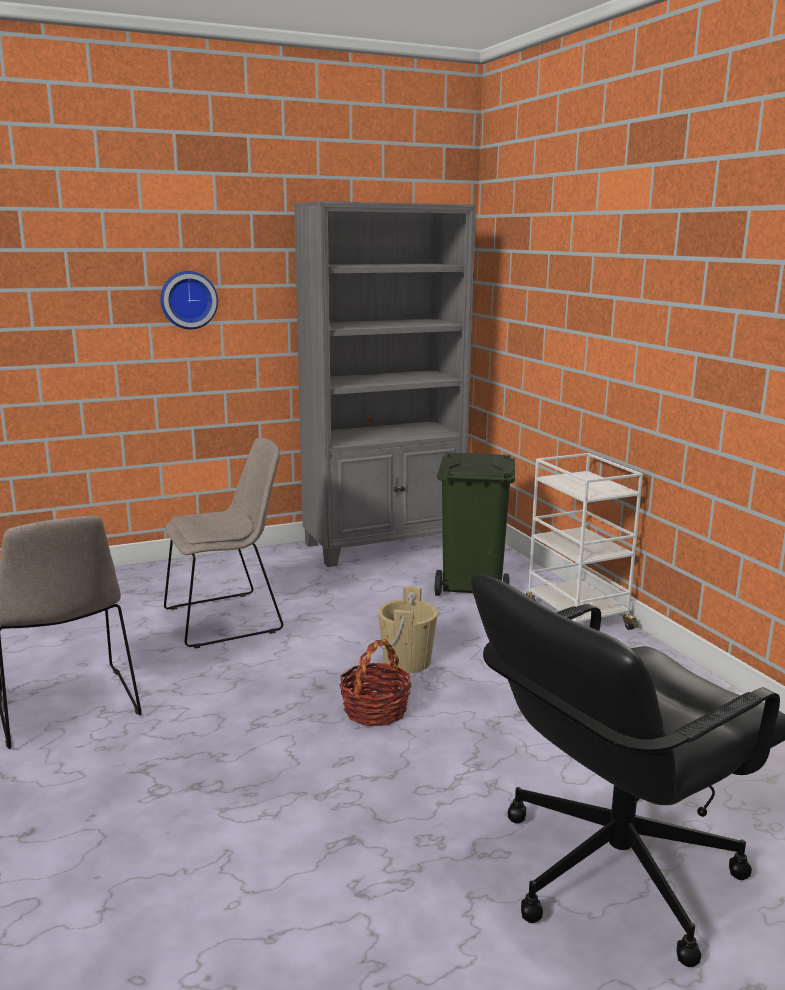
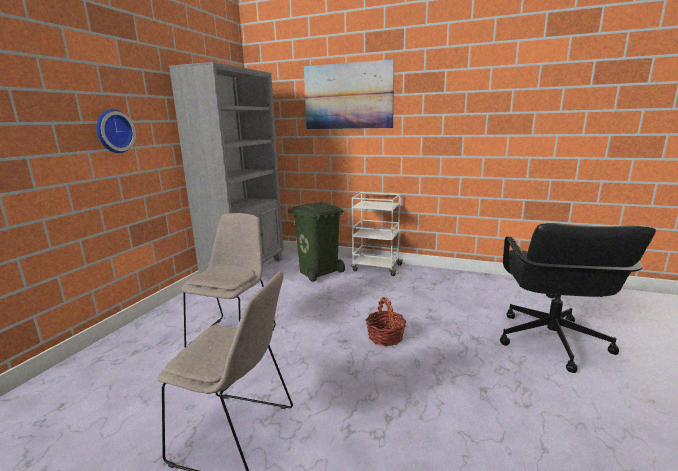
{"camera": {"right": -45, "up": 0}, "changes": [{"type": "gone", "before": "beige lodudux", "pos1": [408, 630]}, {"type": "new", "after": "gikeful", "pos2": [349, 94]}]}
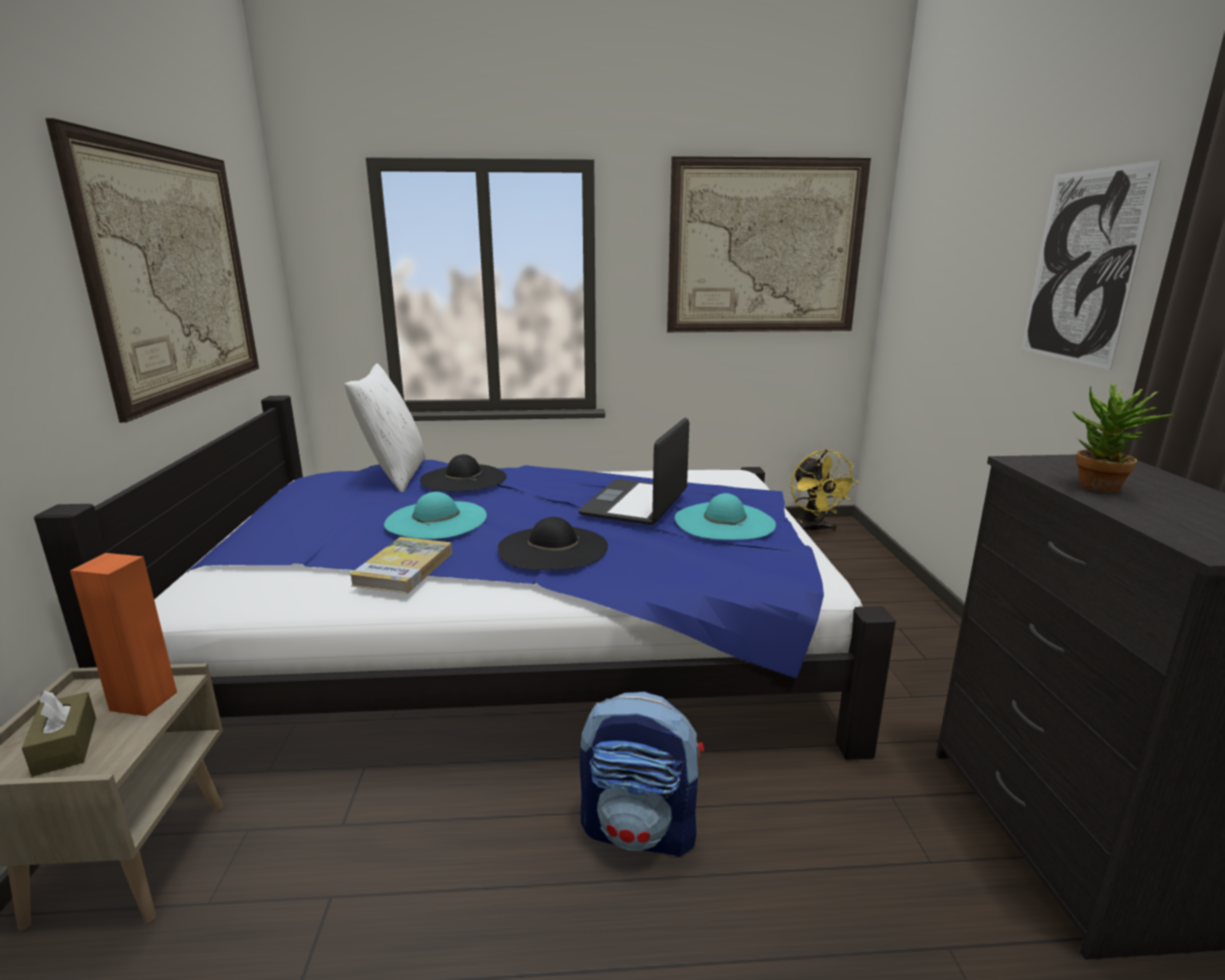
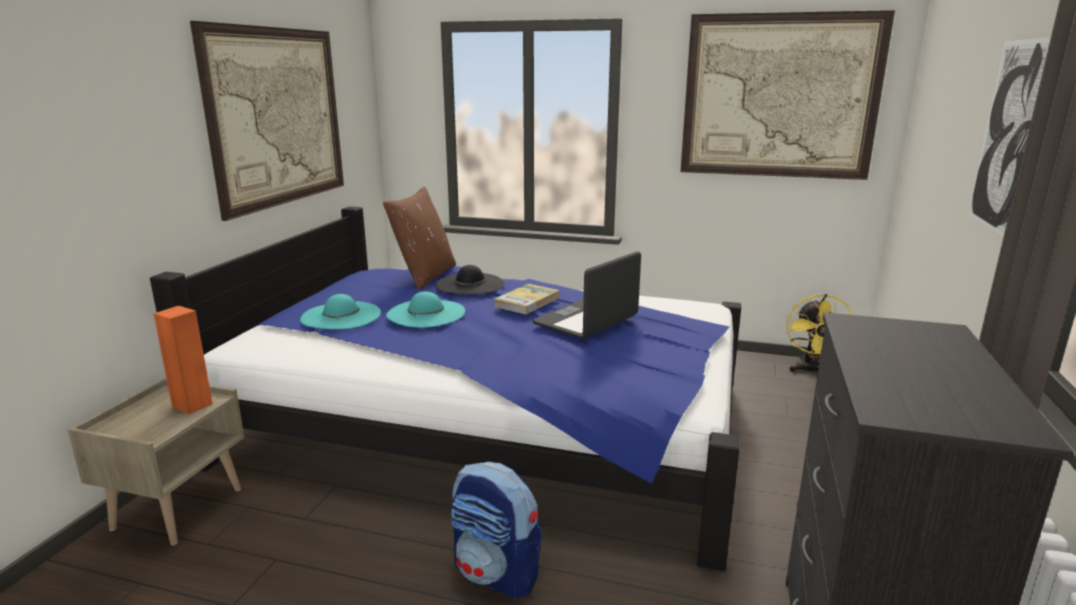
{"camera": {"right": 20, "up": 0}, "changes": [{"type": "gone", "before": "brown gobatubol", "pos1": [59, 733]}, {"type": "repainted", "before": "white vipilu", "after": "brown vipilu", "pos1": [385, 427], "pos2": [419, 238]}, {"type": "shifted", "before": "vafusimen", "pos1": [400, 565], "pos2": [526, 299]}, {"type": "gone", "before": "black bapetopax", "pos1": [553, 543]}, {"type": "shifted", "before": "turquoise bapetopax", "pos1": [725, 516], "pos2": [340, 312]}, {"type": "gone", "before": "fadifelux", "pos1": [1123, 437]}]}
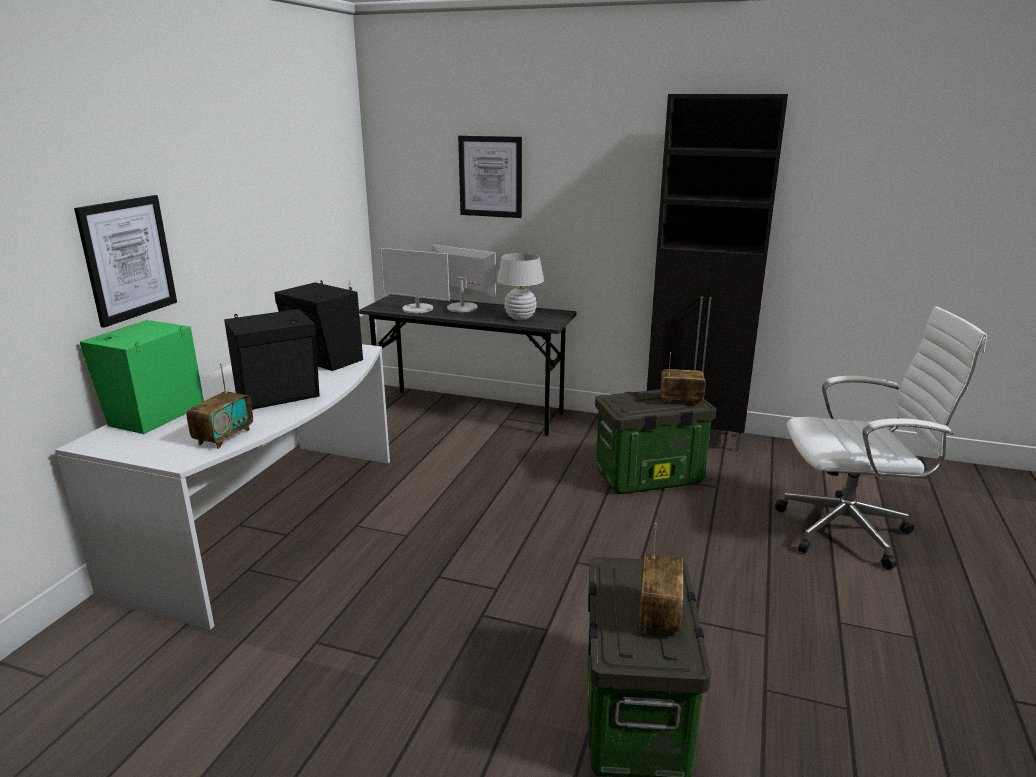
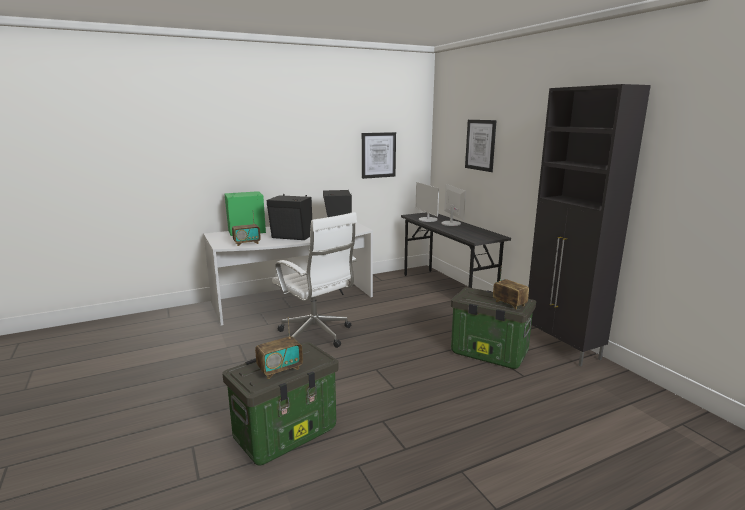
{"camera": {"right": 45, "up": -5}, "changes": [{"type": "shifted", "before": "gikeful", "pos1": [125, 261], "pos2": [379, 155]}, {"type": "gone", "before": "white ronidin", "pos1": [520, 286]}, {"type": "shifted", "before": "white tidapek", "pos1": [881, 437], "pos2": [314, 280]}]}
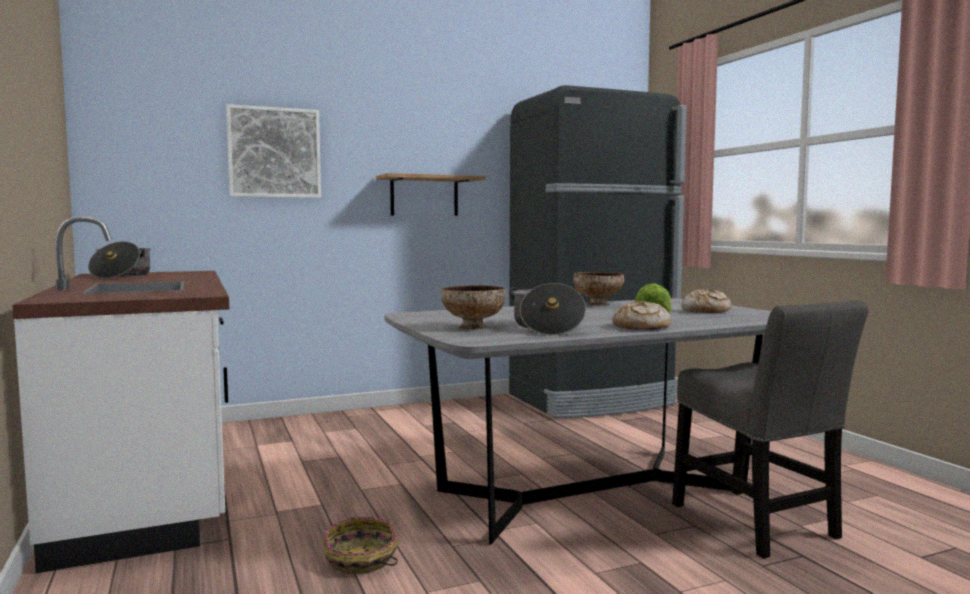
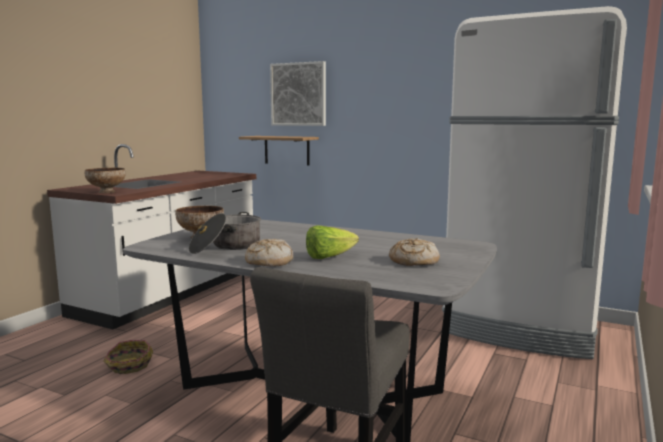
{"camera": {"right": 50, "up": 5}, "changes": [{"type": "gone", "before": "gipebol", "pos1": [119, 260]}, {"type": "shifted", "before": "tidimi", "pos1": [431, 194], "pos2": [279, 151]}, {"type": "repainted", "before": "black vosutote", "after": "white vosutote", "pos1": [598, 252], "pos2": [534, 182]}, {"type": "shifted", "before": "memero", "pos1": [598, 289], "pos2": [105, 180]}]}
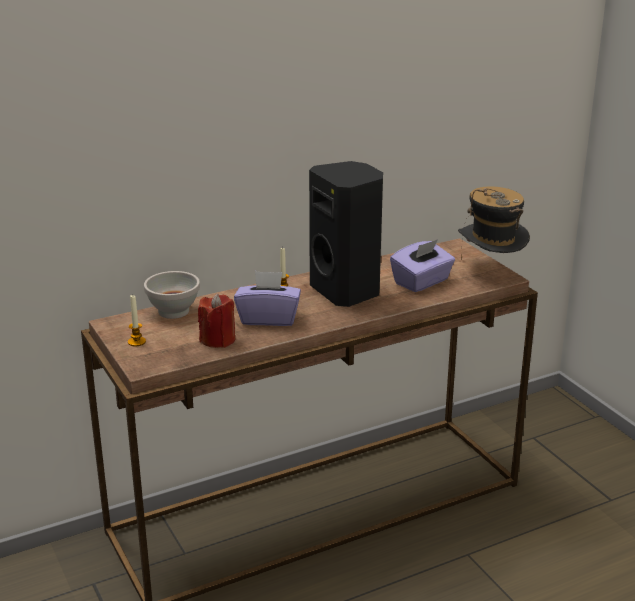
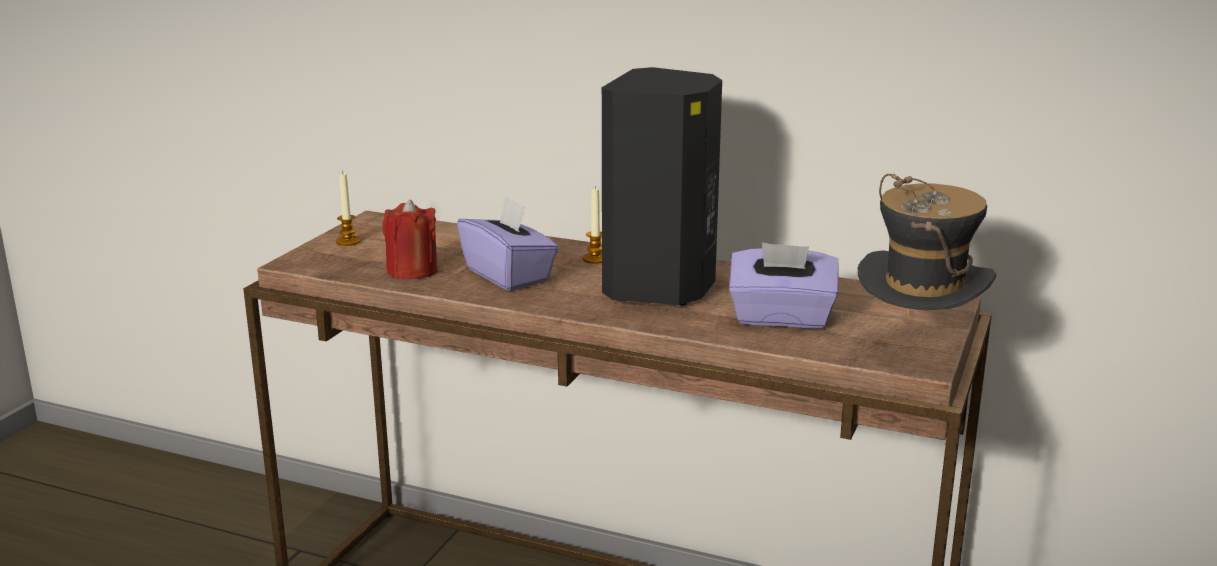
{"camera": {"right": 50, "up": -5}, "changes": [{"type": "gone", "before": "white memero", "pos1": [172, 295]}]}
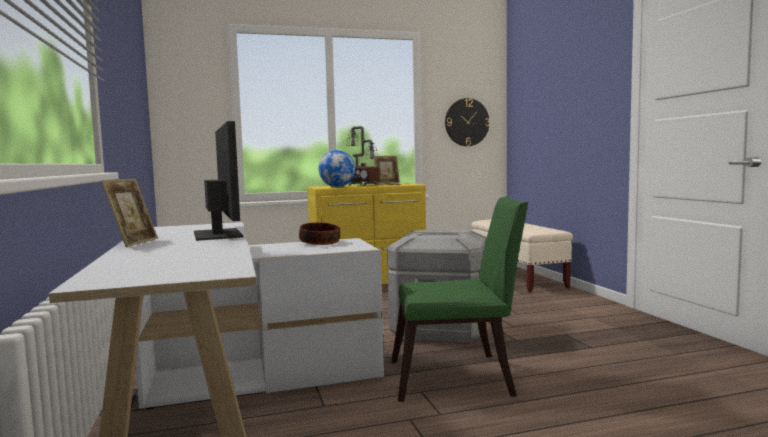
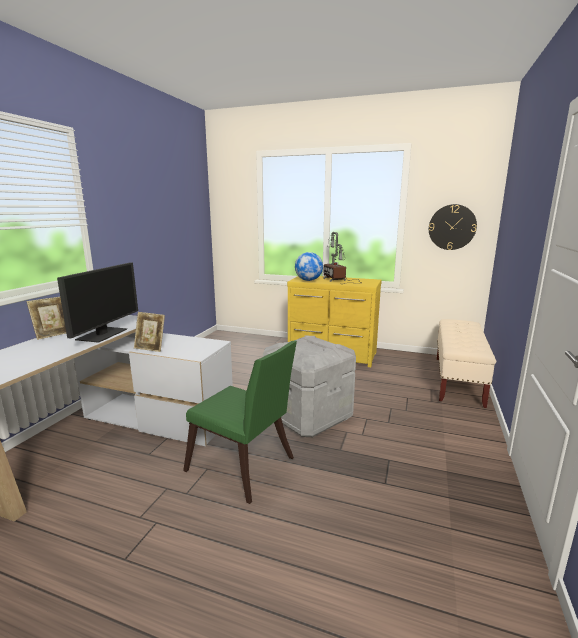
{"camera": {"right": 35, "up": 10}, "changes": [{"type": "gone", "before": "memero", "pos1": [319, 234]}, {"type": "shifted", "before": "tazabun", "pos1": [387, 170], "pos2": [149, 332]}]}
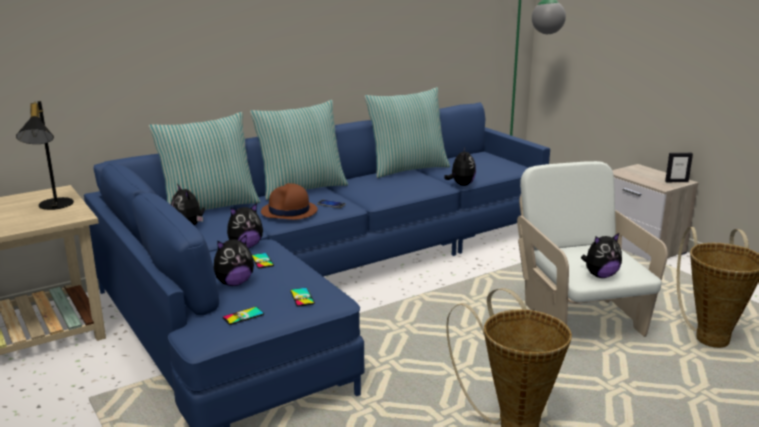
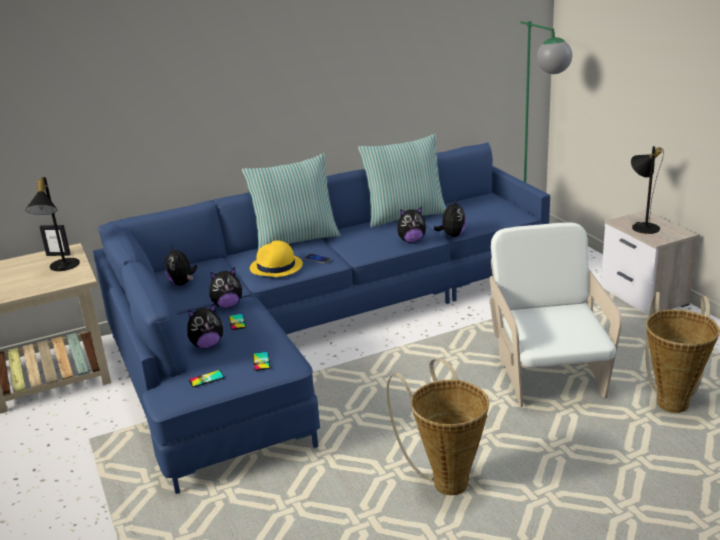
{"camera": {"right": 10, "up": 5}, "changes": [{"type": "gone", "before": "vipilu", "pos1": [204, 161]}, {"type": "repainted", "before": "brown bapetopax", "after": "yellow bapetopax", "pos1": [289, 201], "pos2": [276, 258]}, {"type": "shifted", "before": "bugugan", "pos1": [601, 255], "pos2": [411, 225]}, {"type": "shifted", "before": "tazabun", "pos1": [679, 167], "pos2": [55, 240]}, {"type": "new", "after": "black ronidin", "pos2": [647, 190]}]}
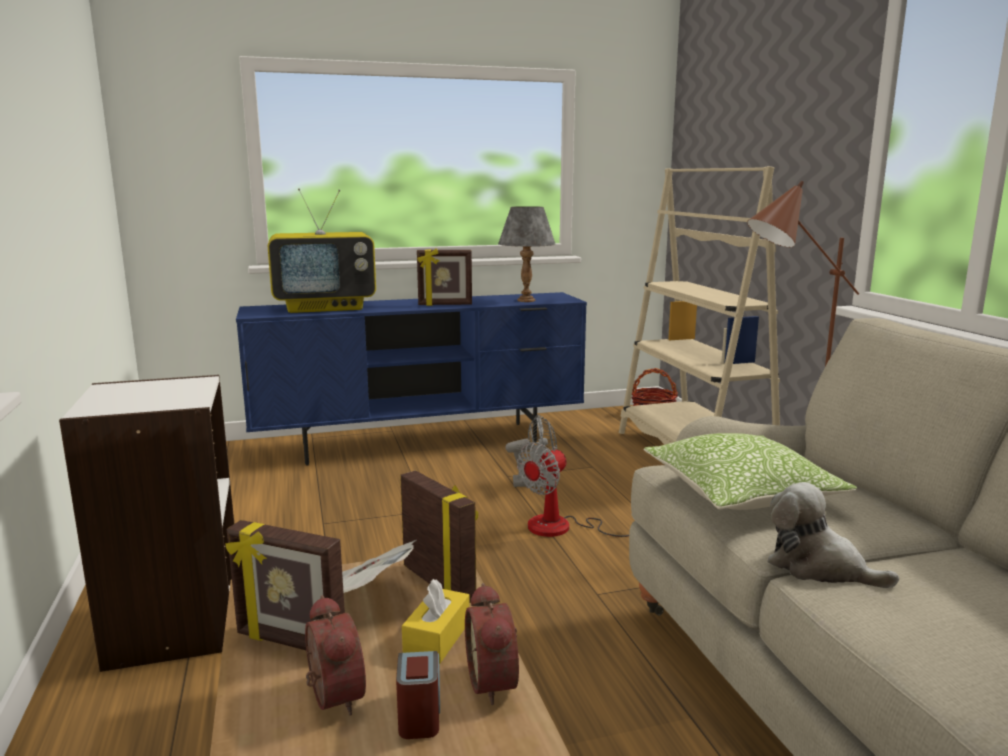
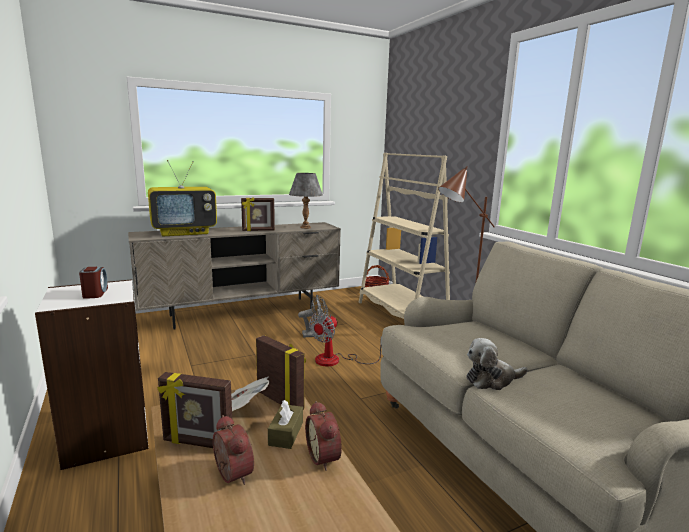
{"camera": {"right": -10, "up": 0}, "changes": [{"type": "repainted", "before": "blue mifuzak", "after": "beige mifuzak", "pos1": [411, 379], "pos2": [234, 276]}, {"type": "shifted", "before": "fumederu", "pos1": [418, 695], "pos2": [93, 283]}, {"type": "repainted", "before": "yellow gobatubol", "after": "brown gobatubol", "pos1": [436, 621], "pos2": [285, 424]}, {"type": "gone", "before": "vipilu", "pos1": [750, 471]}, {"type": "rotated", "before": "bugugan", "pos1": [833, 535], "pos2": [496, 364], "turn": -45}]}
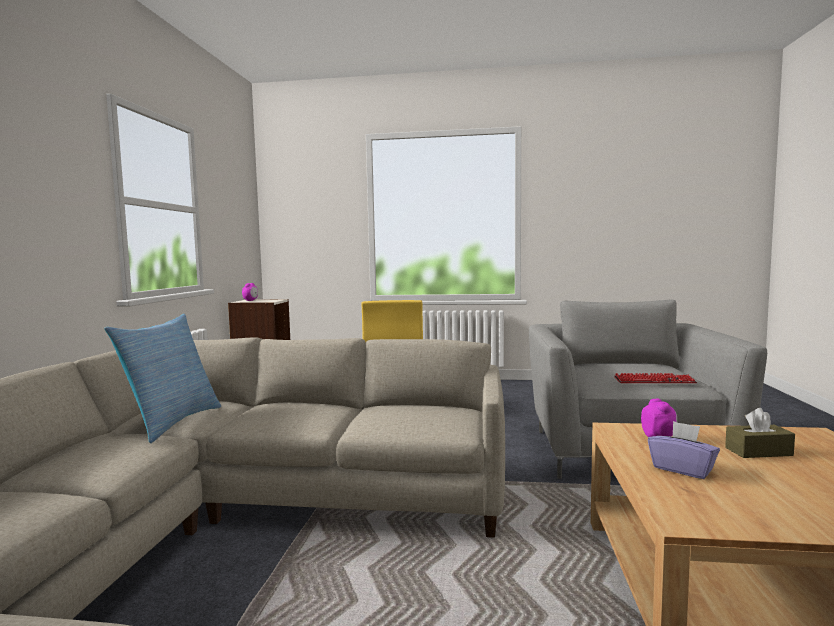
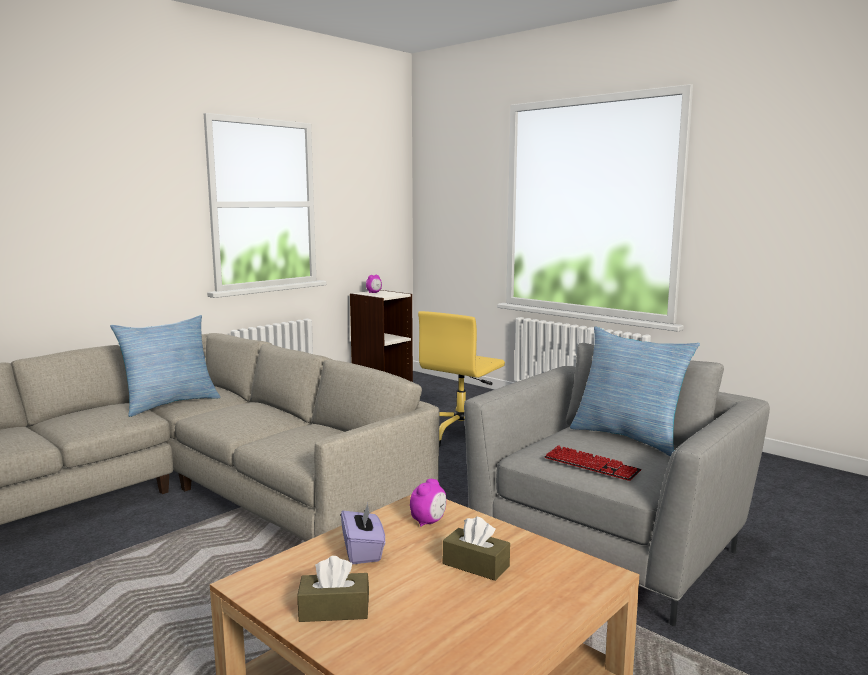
{"camera": {"right": 35, "up": 5}, "changes": [{"type": "new", "after": "brown gobatubol", "pos2": [333, 589]}, {"type": "new", "after": "vipilu", "pos2": [635, 391]}]}
